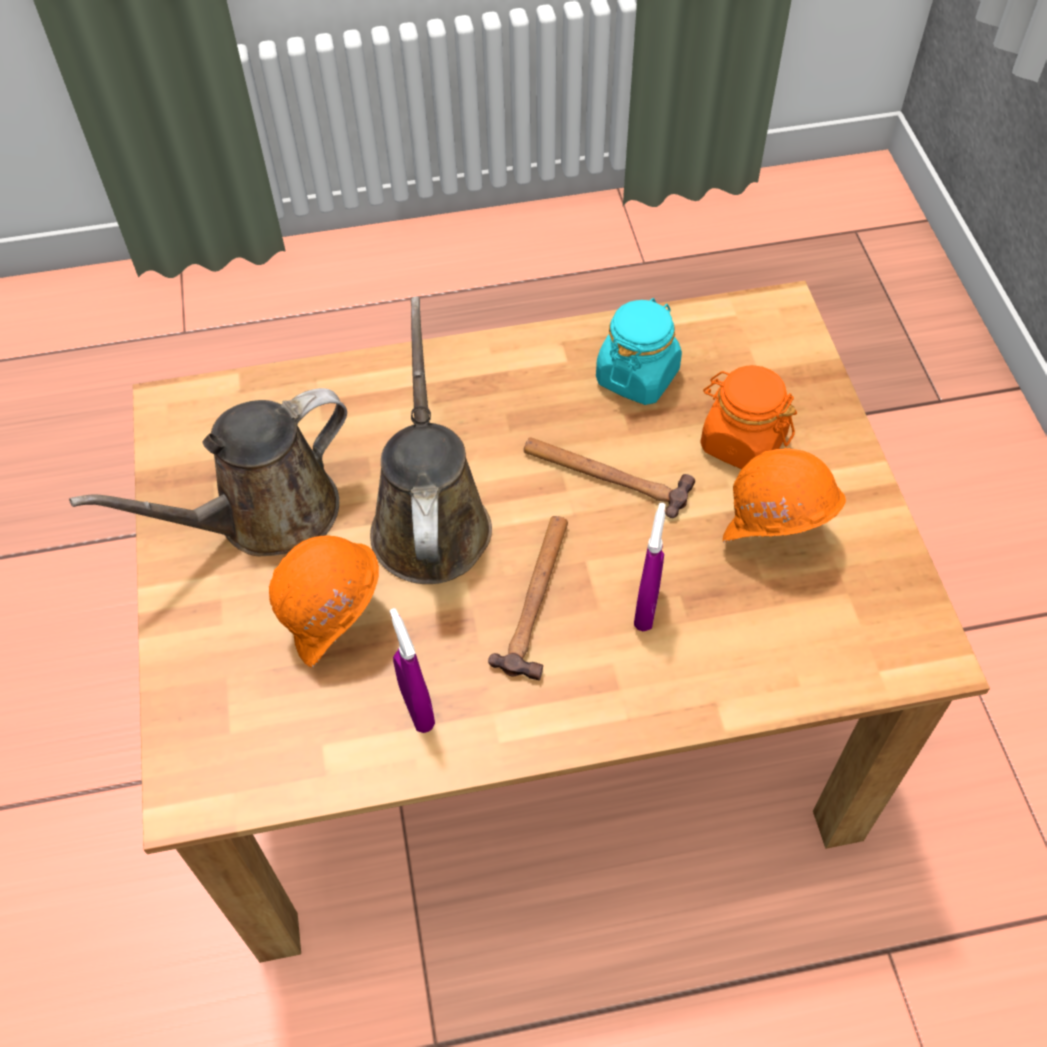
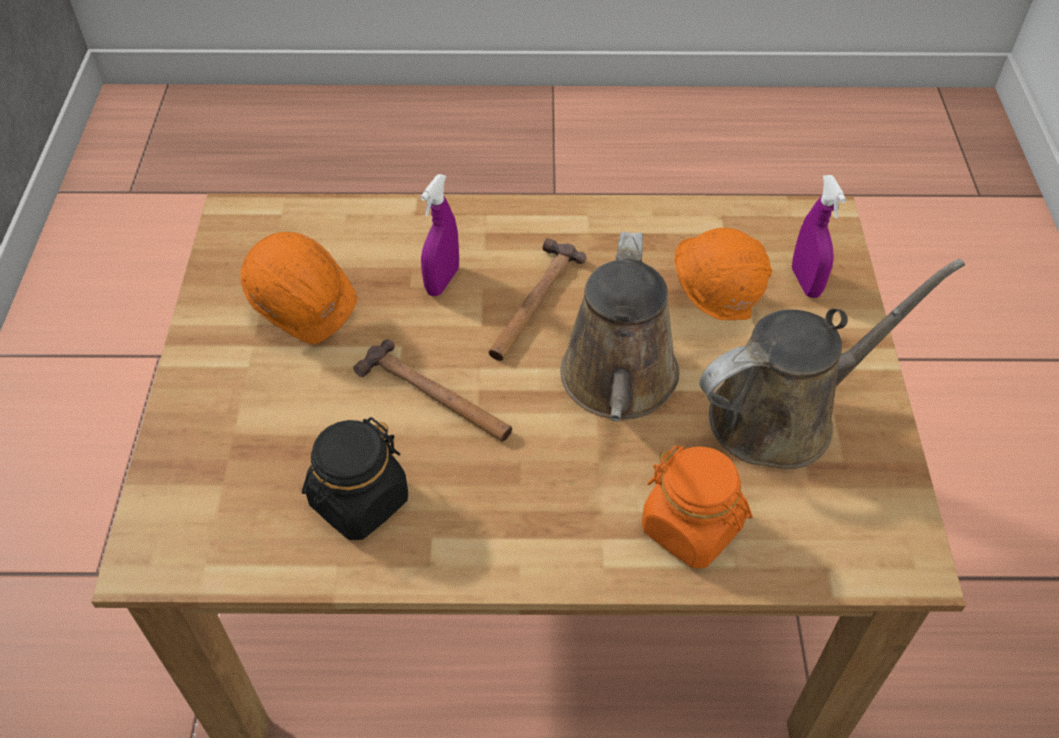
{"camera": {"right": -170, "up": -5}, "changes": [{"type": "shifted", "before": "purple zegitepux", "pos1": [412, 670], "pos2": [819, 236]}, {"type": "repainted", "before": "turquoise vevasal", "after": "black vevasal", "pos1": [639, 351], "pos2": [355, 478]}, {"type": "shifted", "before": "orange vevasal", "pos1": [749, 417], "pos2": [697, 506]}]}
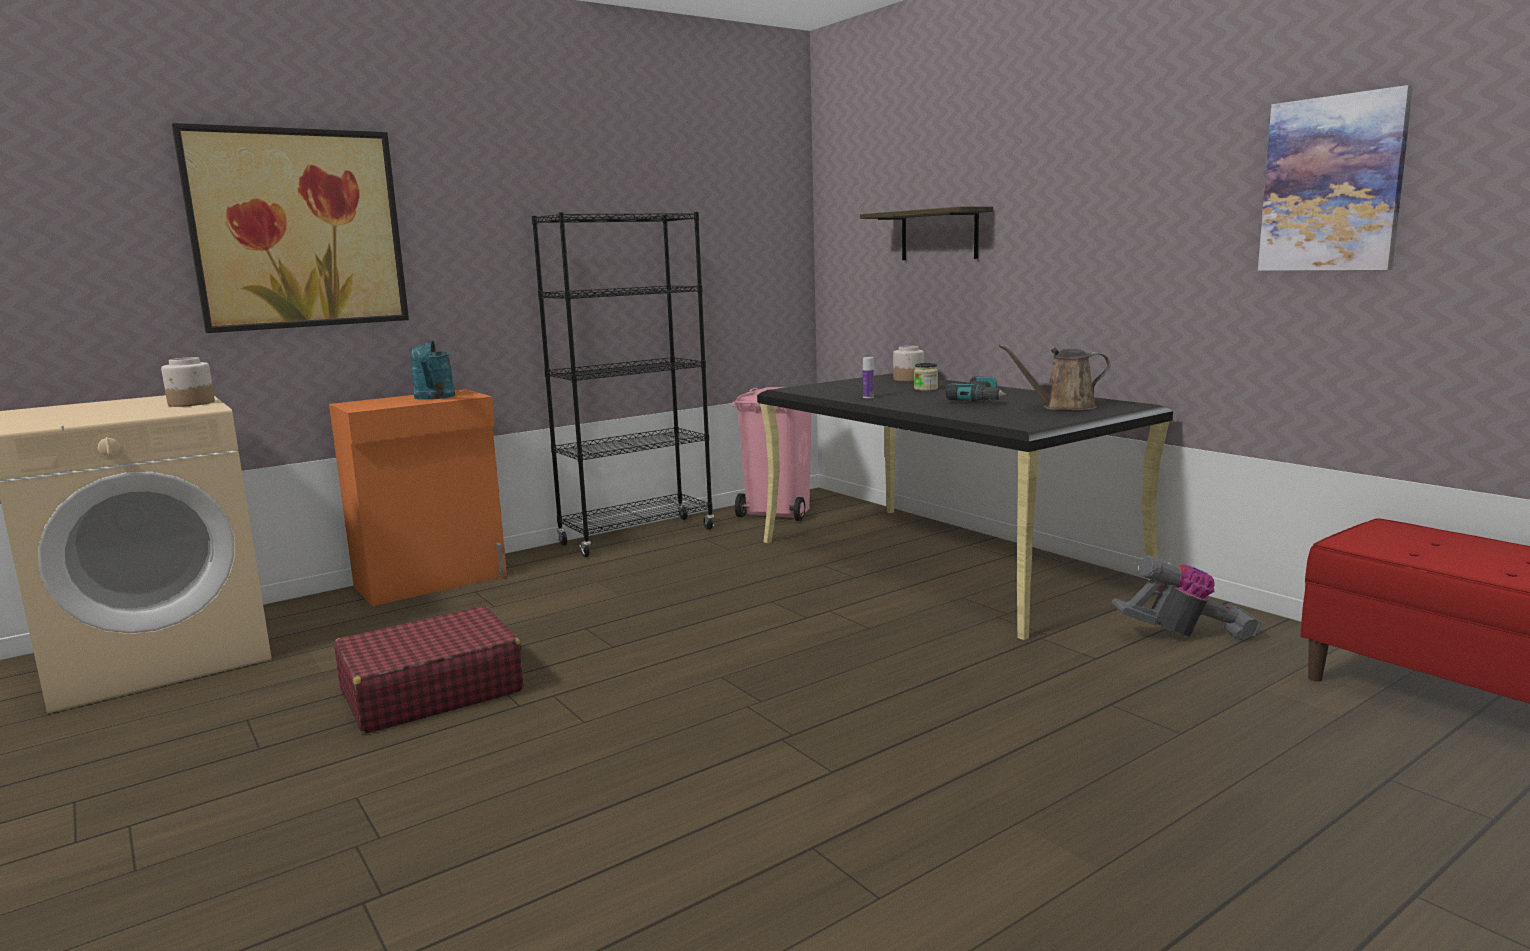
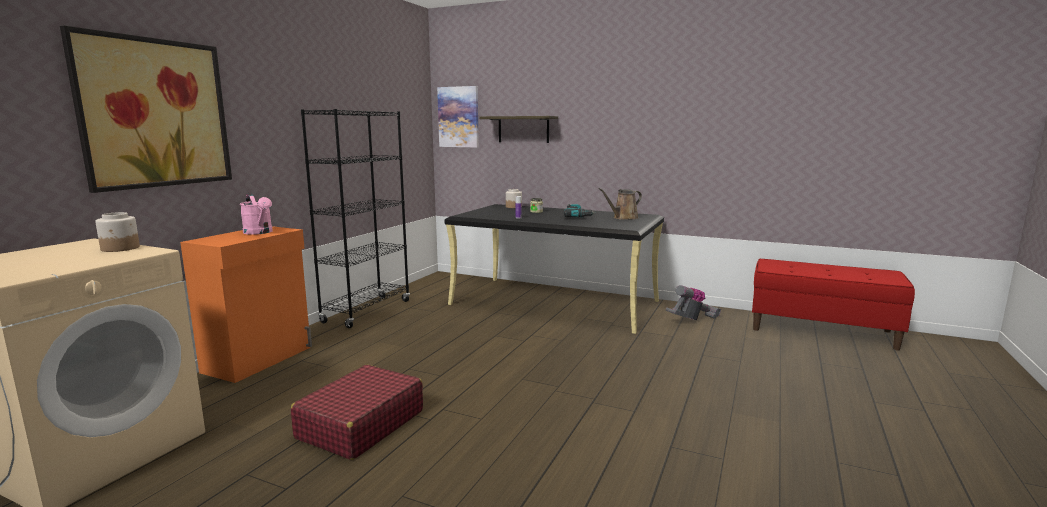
{"camera": {"right": -30, "up": 0}, "changes": [{"type": "repainted", "before": "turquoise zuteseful", "after": "pink zuteseful", "pos1": [432, 370], "pos2": [256, 214]}, {"type": "gone", "before": "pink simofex", "pos1": [771, 454]}, {"type": "shifted", "before": "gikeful", "pos1": [1335, 178], "pos2": [458, 117]}]}
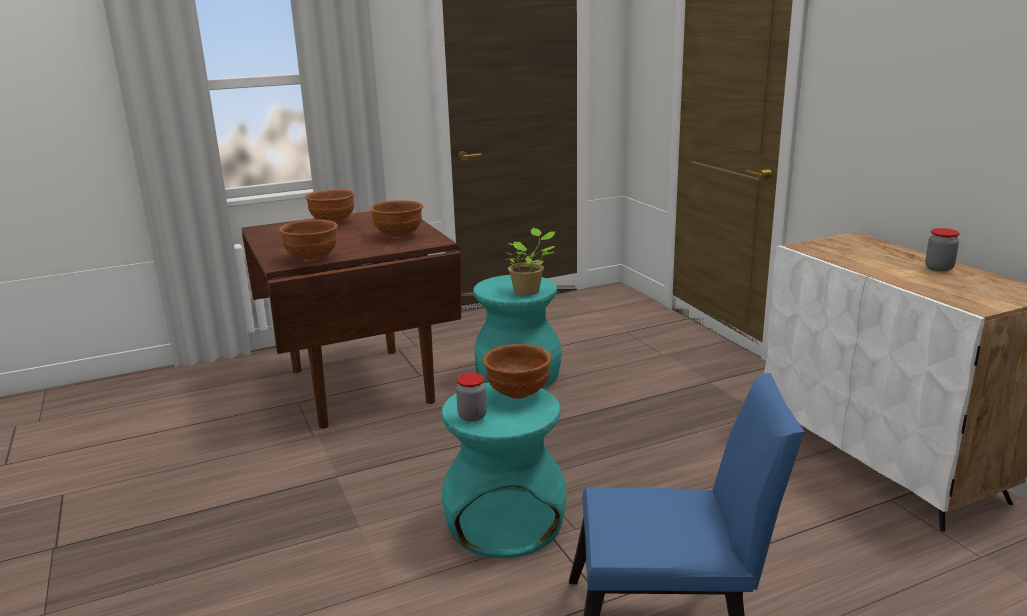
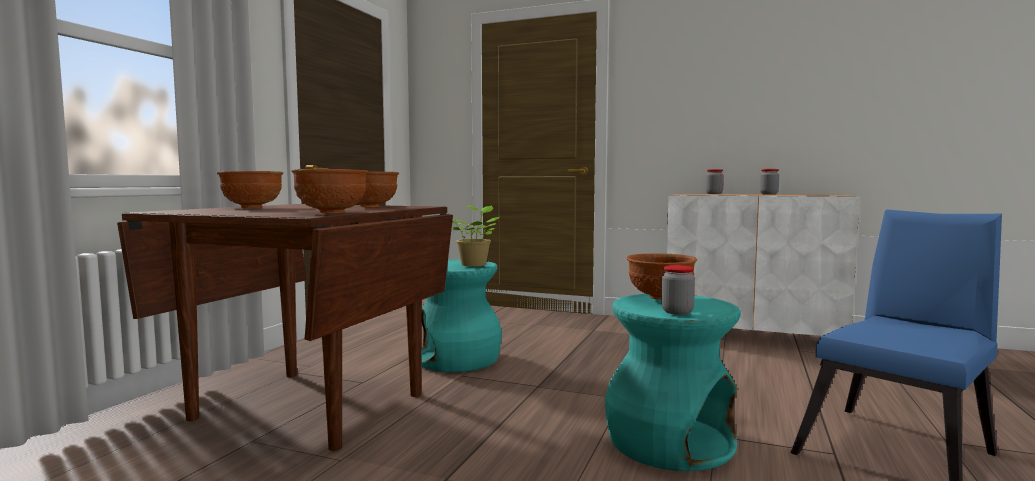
{"camera": {"right": -45, "up": -15}, "changes": [{"type": "new", "after": "vevasal", "pos2": [715, 181]}]}
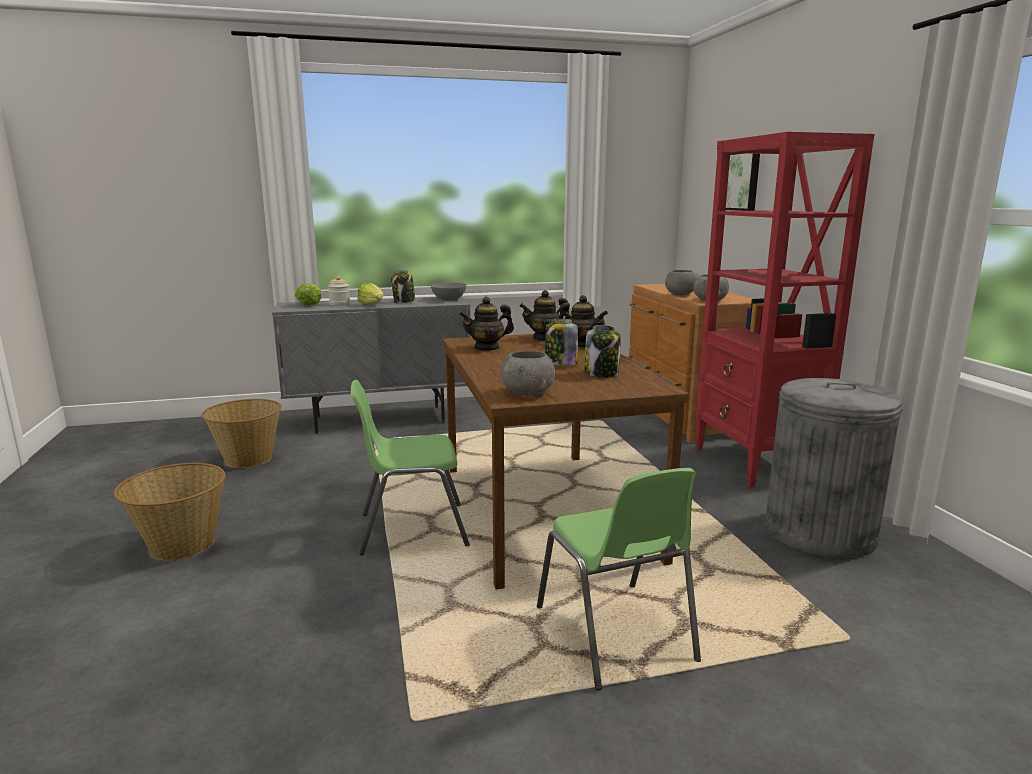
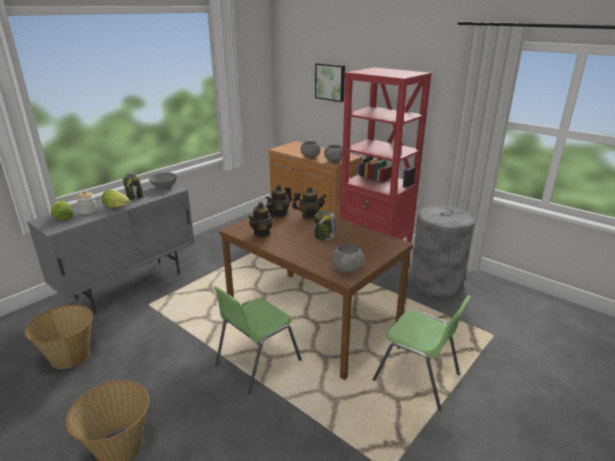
{"camera": {"right": -35, "up": 10}, "changes": [{"type": "gone", "before": "vevasal", "pos1": [603, 351]}]}
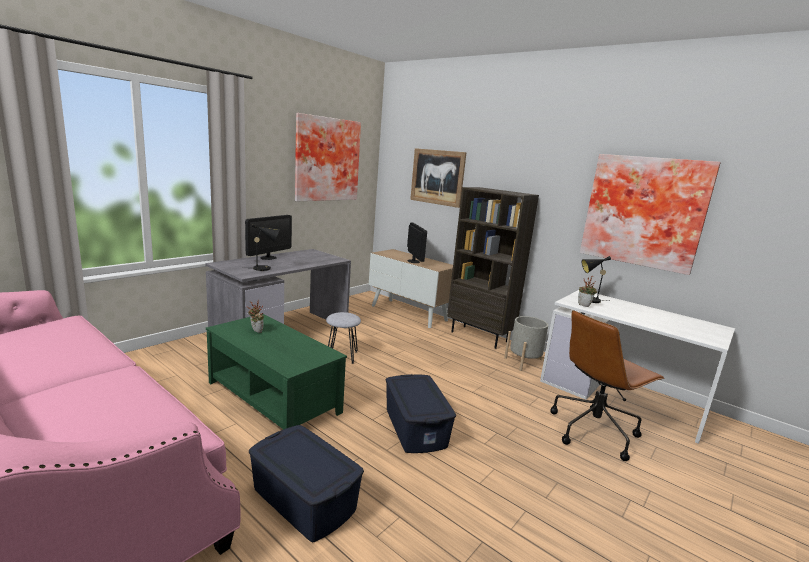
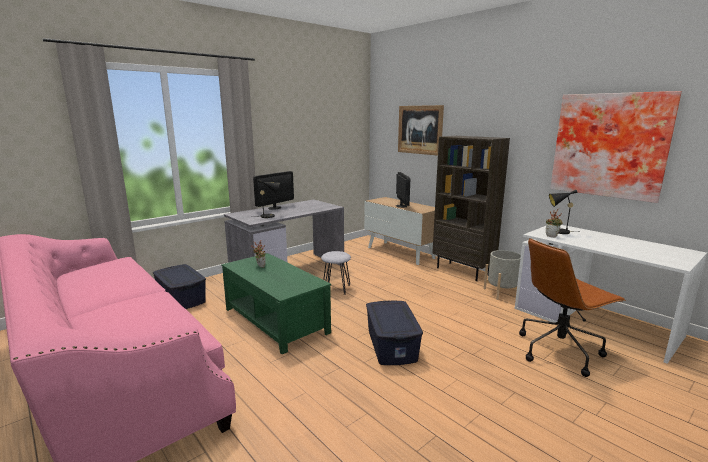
{"camera": {"right": 10, "up": 0}, "changes": [{"type": "shifted", "before": "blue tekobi", "pos1": [306, 484], "pos2": [179, 286]}, {"type": "gone", "before": "gikeful", "pos1": [328, 157]}]}
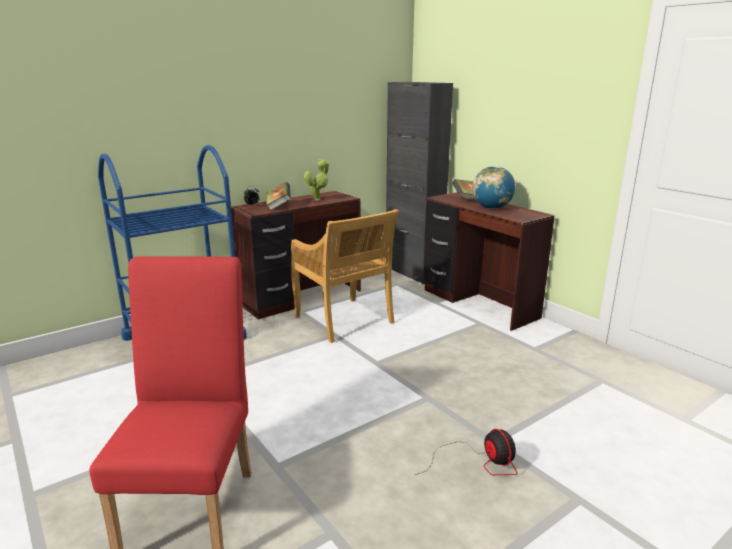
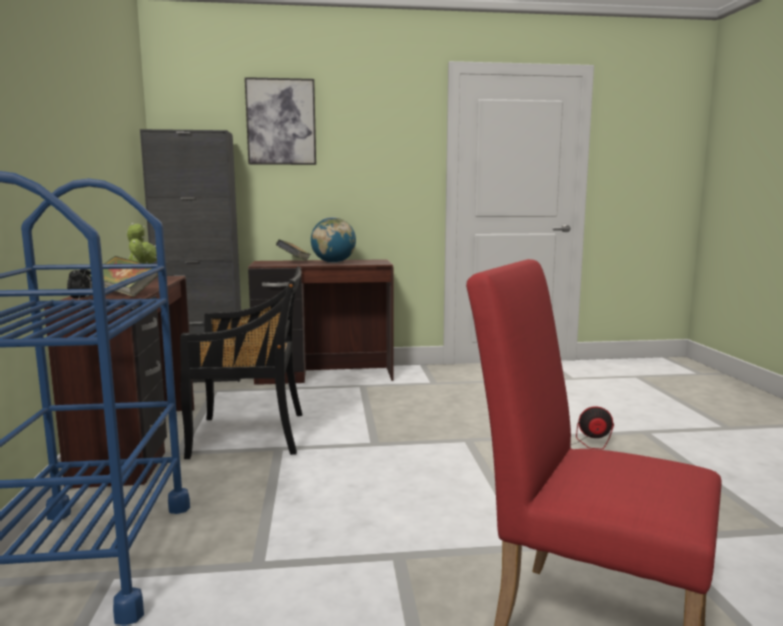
{"camera": {"right": -60, "up": -10}, "changes": [{"type": "repainted", "before": "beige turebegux", "after": "black turebegux", "pos1": [345, 276], "pos2": [241, 362]}, {"type": "new", "after": "gikeful", "pos2": [280, 121]}]}
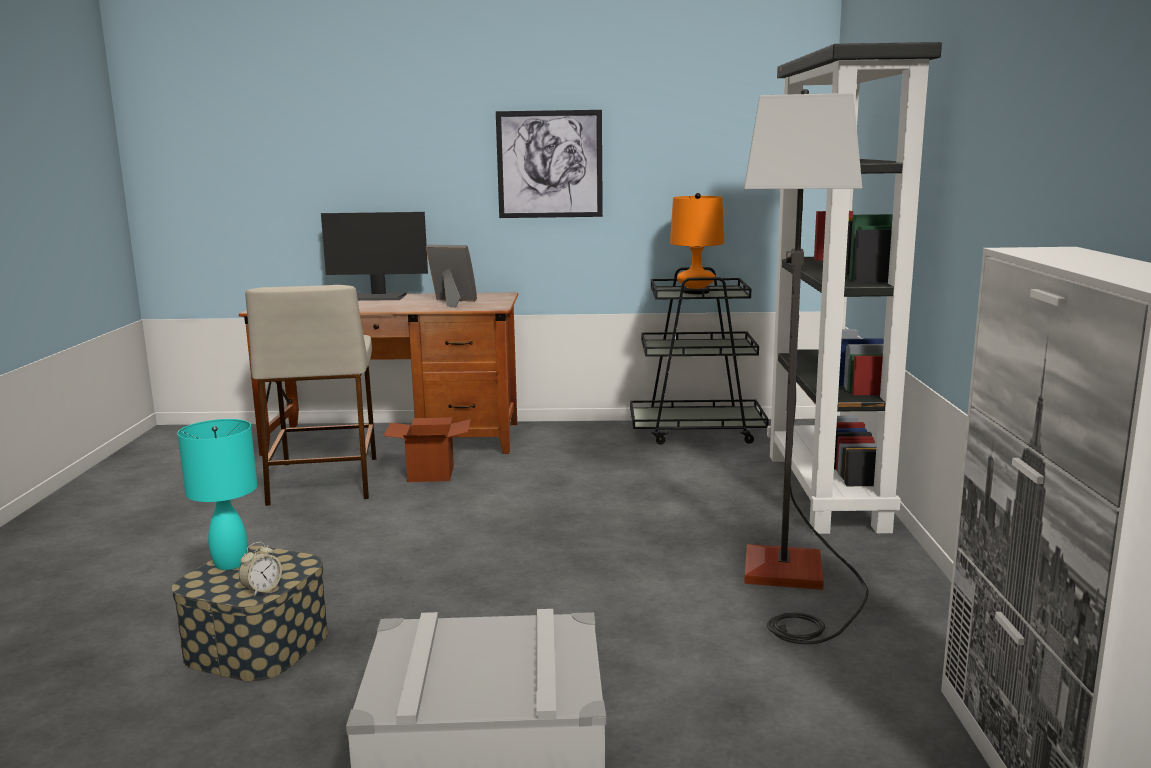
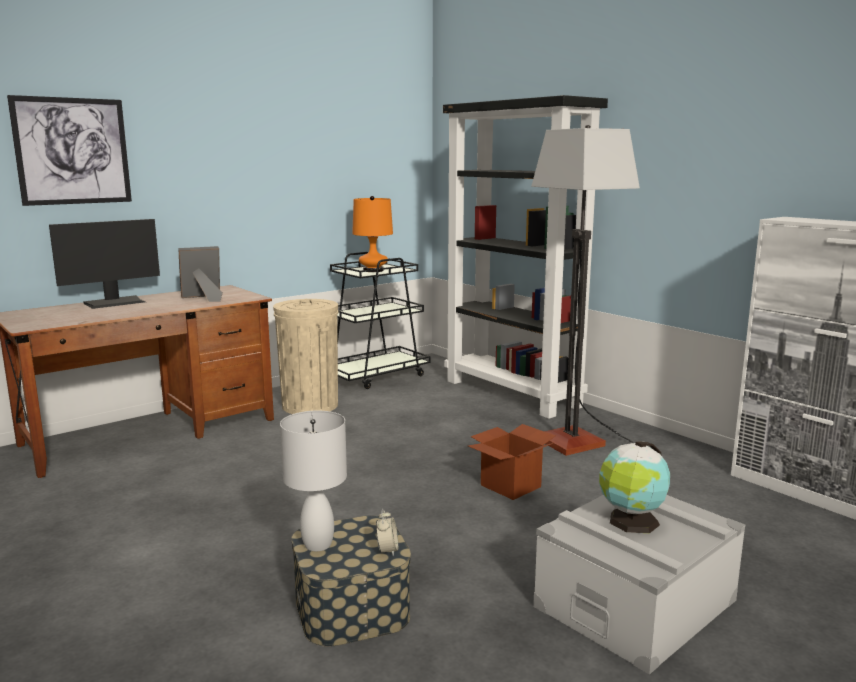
{"camera": {"right": -40, "up": 0}, "changes": [{"type": "repainted", "before": "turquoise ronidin", "after": "white ronidin", "pos1": [217, 494], "pos2": [313, 481]}, {"type": "gone", "before": "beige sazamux", "pos1": [311, 395]}, {"type": "shifted", "before": "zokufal", "pos1": [427, 449], "pos2": [511, 462]}, {"type": "shifted", "before": "gikeful", "pos1": [549, 164], "pos2": [69, 150]}, {"type": "new", "after": "beige simofex", "pos2": [305, 356]}, {"type": "new", "after": "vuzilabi", "pos2": [634, 487]}]}
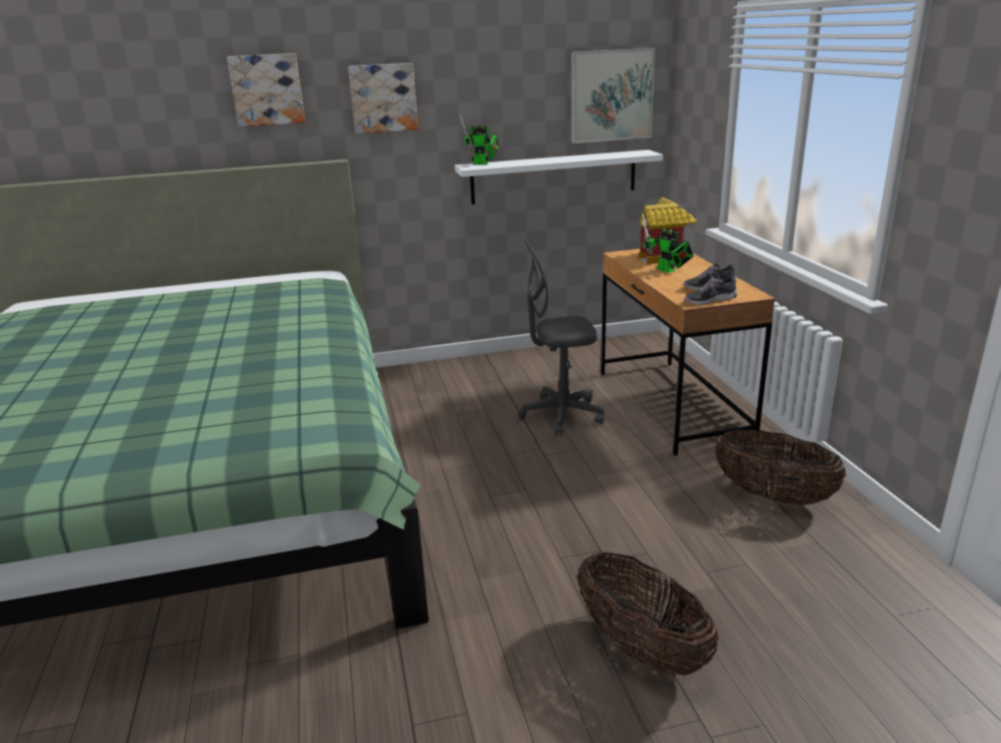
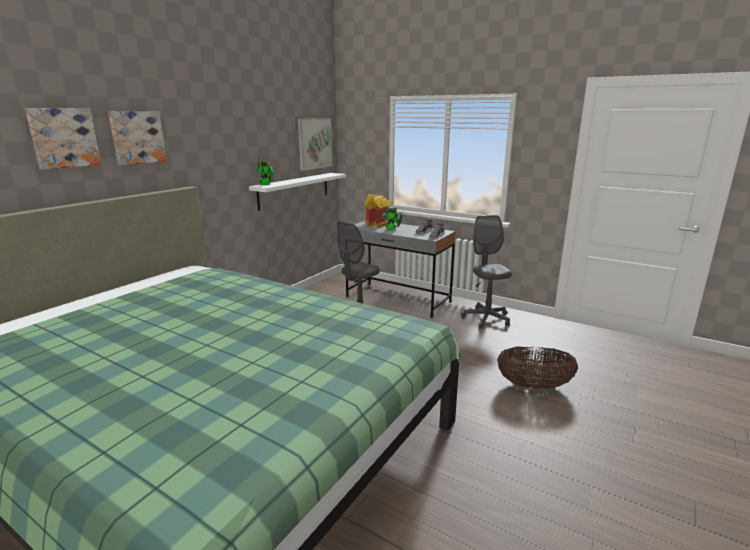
{"camera": {"right": -45, "up": -5}, "changes": [{"type": "shifted", "before": "gikeful", "pos1": [383, 98], "pos2": [63, 139]}, {"type": "repainted", "before": "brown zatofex", "after": "grey zatofex", "pos1": [688, 352], "pos2": [401, 269]}, {"type": "swapped", "before": "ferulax", "after": "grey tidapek", "pos1": [781, 467], "pos2": [486, 272]}]}
